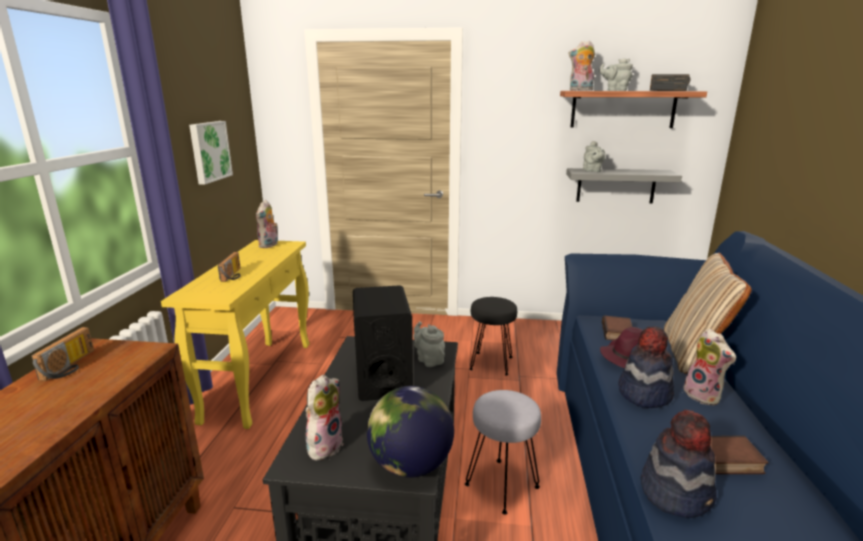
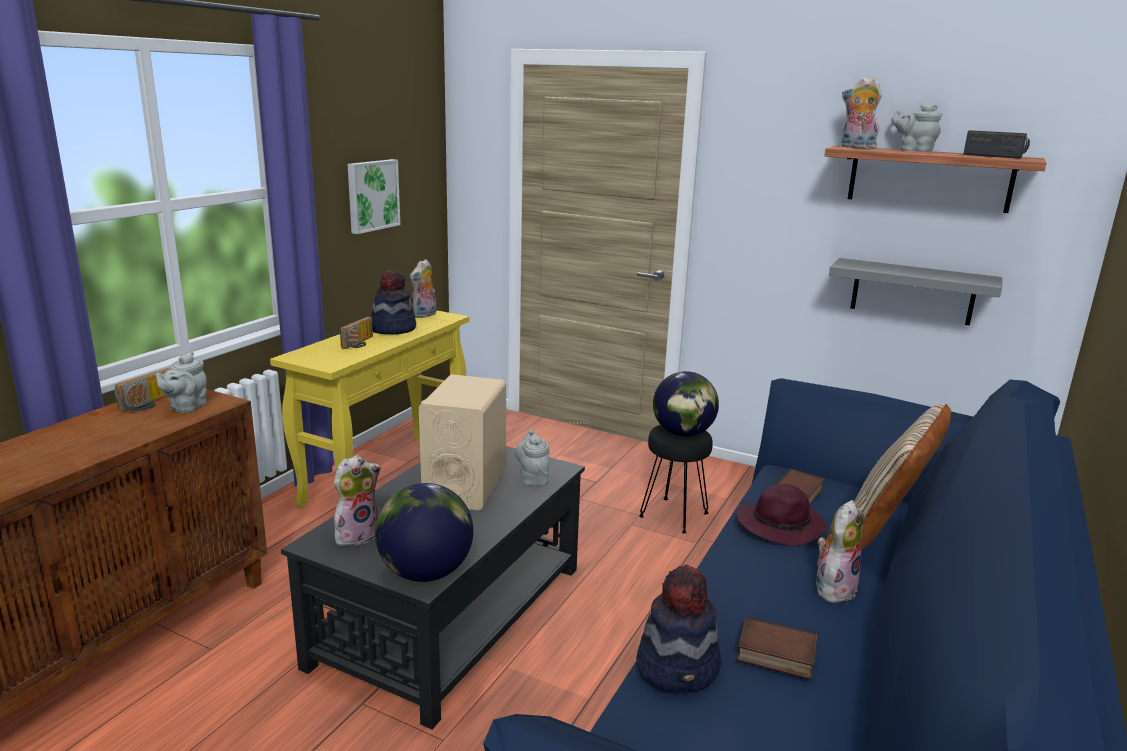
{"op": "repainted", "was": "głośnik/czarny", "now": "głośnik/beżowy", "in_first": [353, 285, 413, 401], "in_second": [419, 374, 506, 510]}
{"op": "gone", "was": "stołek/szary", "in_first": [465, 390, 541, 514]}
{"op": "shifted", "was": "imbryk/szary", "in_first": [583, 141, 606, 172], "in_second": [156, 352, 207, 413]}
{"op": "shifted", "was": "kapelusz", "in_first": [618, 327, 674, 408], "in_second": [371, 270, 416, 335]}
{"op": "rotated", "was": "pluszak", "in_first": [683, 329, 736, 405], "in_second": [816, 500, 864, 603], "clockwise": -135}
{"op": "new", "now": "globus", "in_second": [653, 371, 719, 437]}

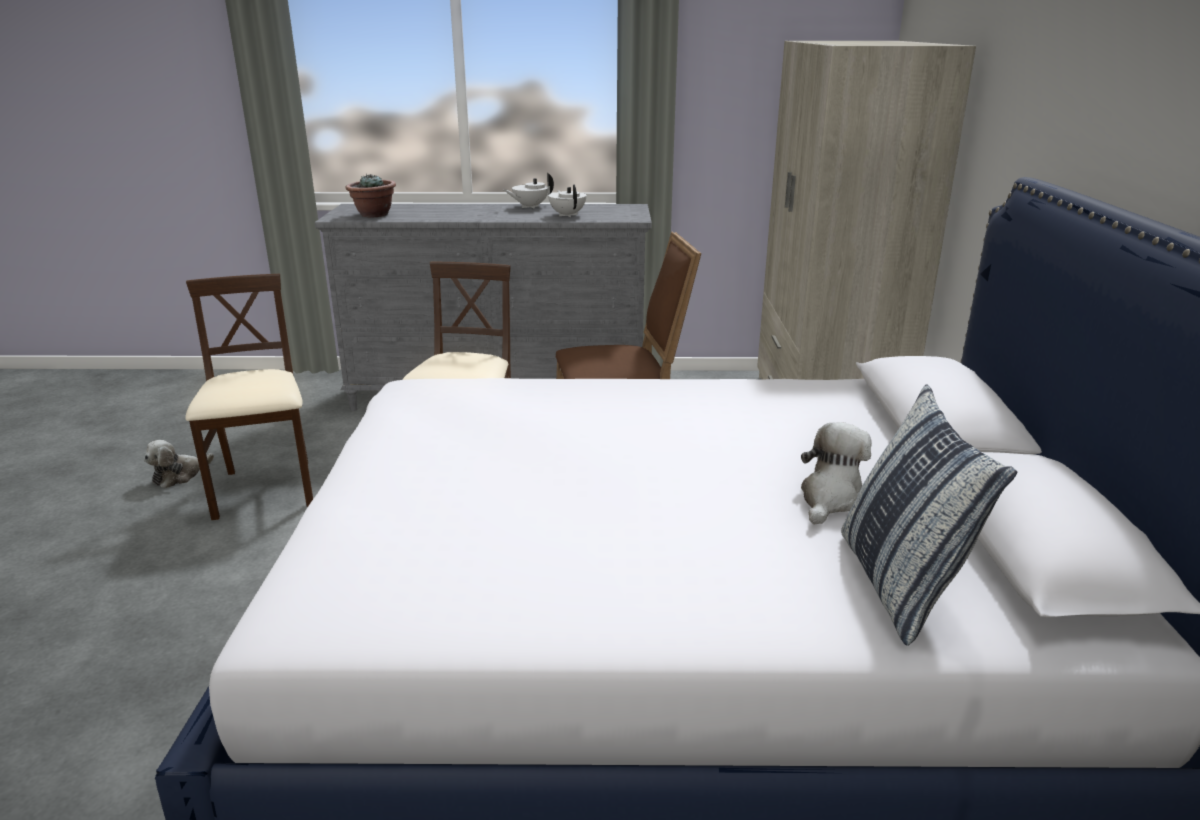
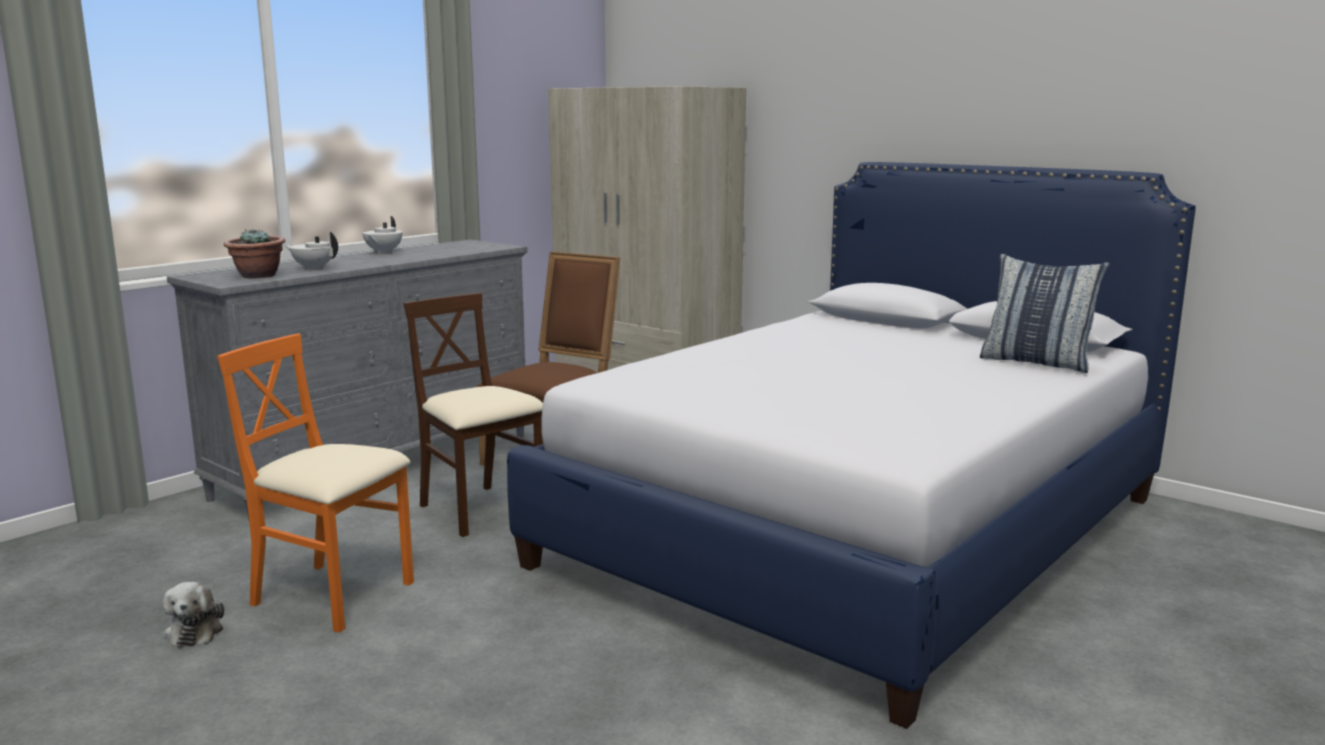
{"op": "repainted", "was": "krzesło/beżowy", "now": "krzesło/pomarańczowy", "in_first": [185, 274, 313, 520], "in_second": [217, 334, 414, 633]}
{"op": "shifted", "was": "imbryk/biały", "in_first": [548, 184, 586, 217], "in_second": [285, 232, 338, 270]}
{"op": "gone", "was": "pluszak", "in_first": [801, 422, 872, 525]}

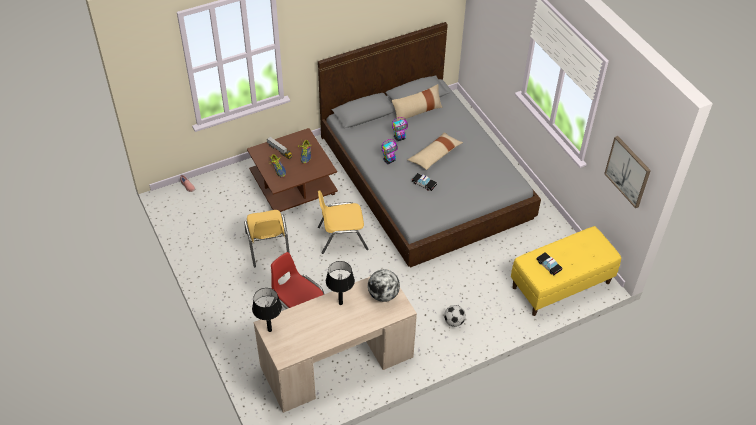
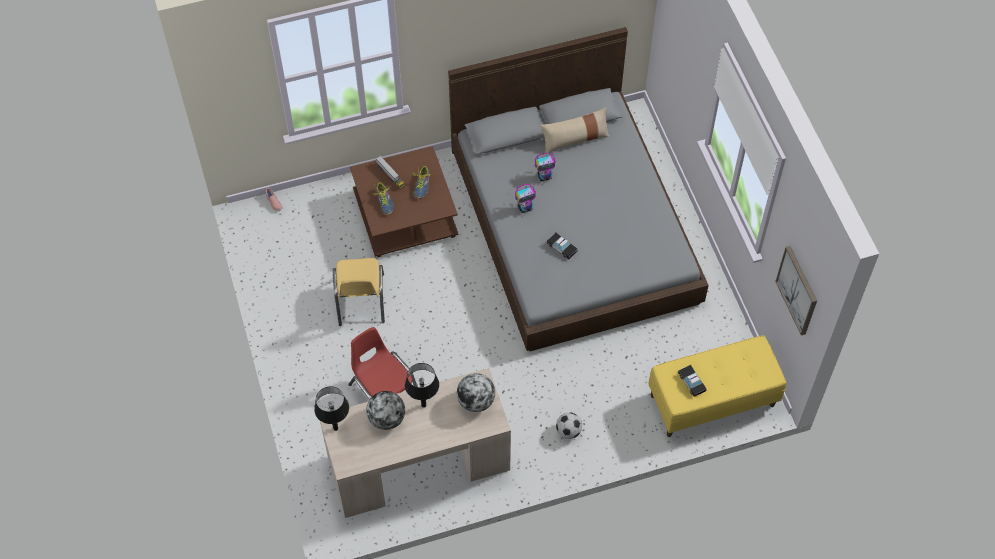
{"op": "gone", "was": "krzesło/żółty", "in_first": [318, 190, 368, 254]}
{"op": "gone", "was": "poduszka/beżowy", "in_first": [408, 132, 463, 170]}
{"op": "new", "now": "globus", "in_second": [366, 391, 405, 430]}

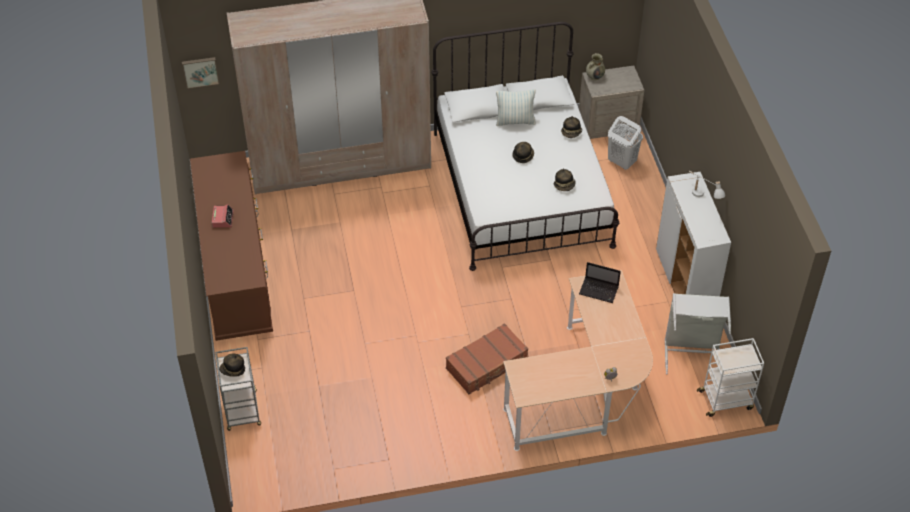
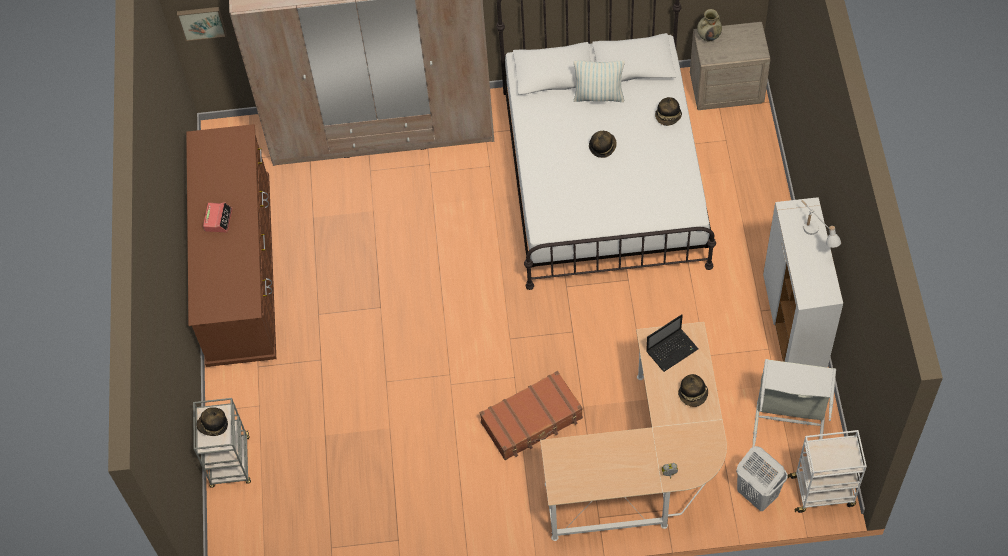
{"op": "shifted", "was": "kapelusz", "in_first": [554, 169, 576, 191], "in_second": [678, 374, 708, 407]}
{"op": "rotated", "was": "laptop", "in_first": [579, 262, 621, 303], "in_second": [646, 314, 698, 372], "clockwise": -60}
{"op": "shifted", "was": "kosz na pranie/biały", "in_first": [608, 116, 643, 170], "in_second": [736, 446, 787, 511]}

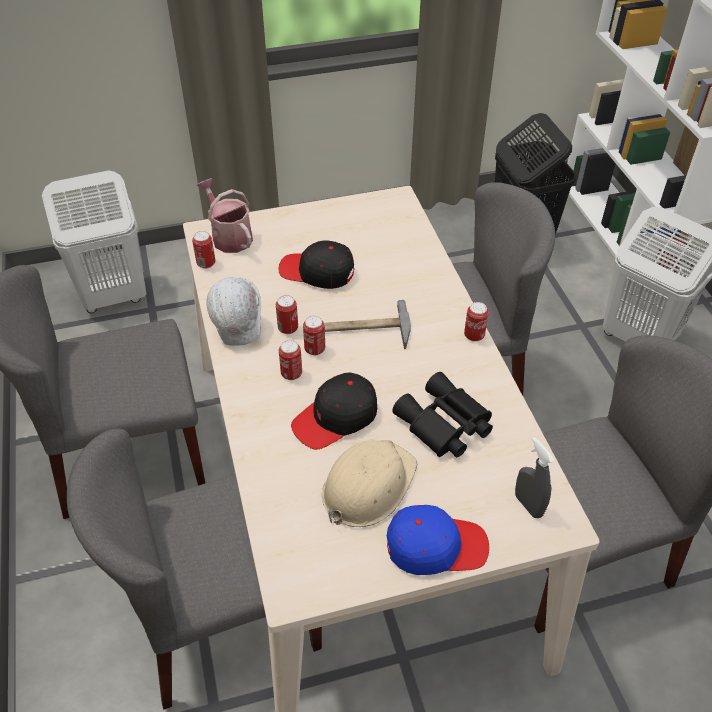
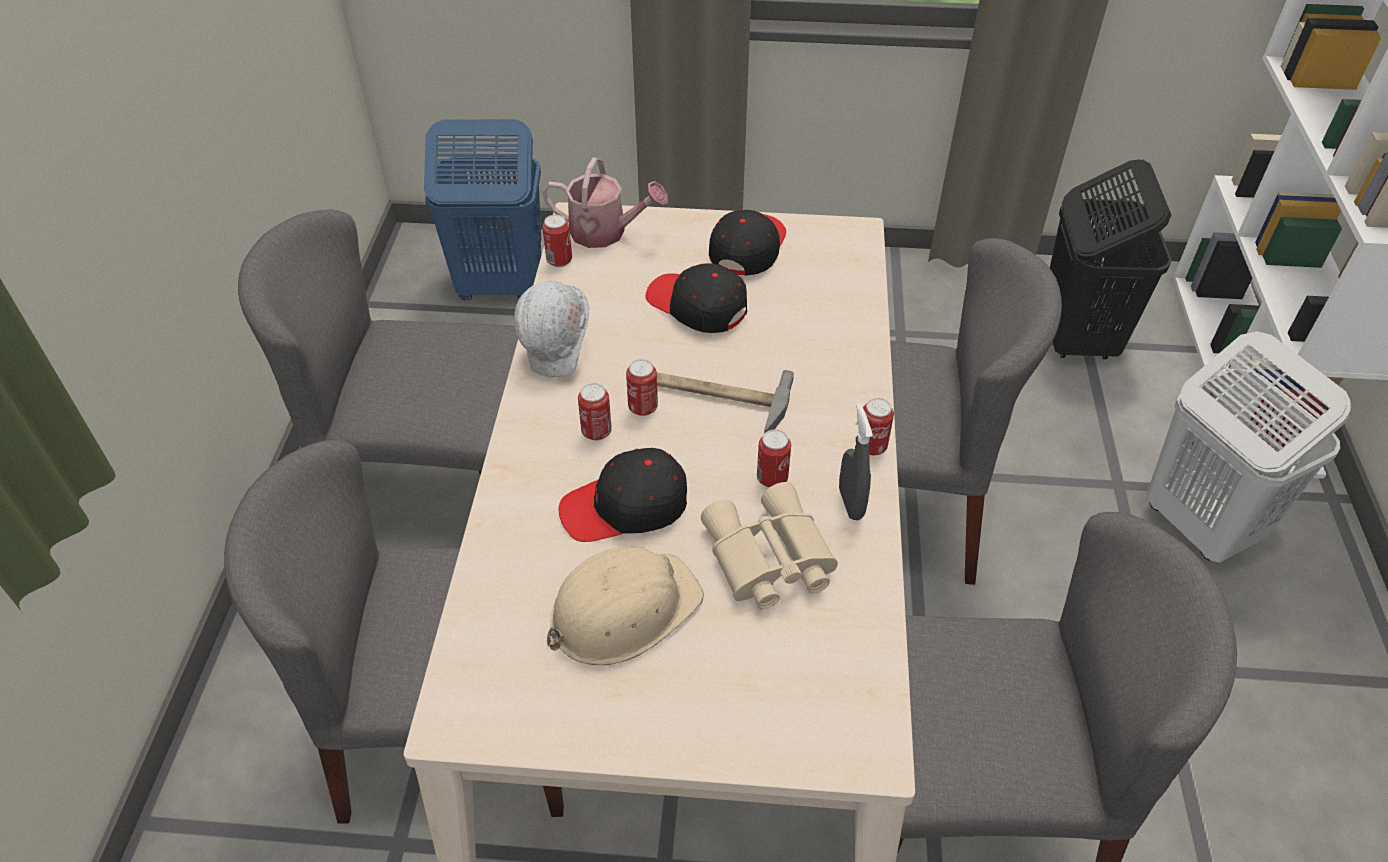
{"op": "repainted", "was": "kosz na pranie/biały", "now": "kosz na pranie/niebieski", "in_first": [42, 170, 146, 313], "in_second": [424, 119, 541, 300]}
{"op": "rotated", "was": "konewka", "in_first": [197, 178, 253, 253], "in_second": [542, 157, 668, 248], "clockwise": 120}
{"op": "shifted", "was": "puszka", "in_first": [276, 295, 298, 334], "in_second": [757, 430, 791, 488]}
{"op": "gone", "was": "czapka z daszkiem/niebieski", "in_first": [387, 505, 489, 575]}
{"op": "repainted", "was": "lornetka/czarny", "now": "lornetka/beżowy", "in_first": [392, 372, 493, 457], "in_second": [701, 482, 838, 609]}
{"op": "shifted", "was": "spryskiwacz/szary", "in_first": [515, 437, 555, 518], "in_second": [839, 403, 873, 520]}
{"op": "new", "now": "czapka z daszkiem/czarny", "in_second": [709, 210, 786, 276]}

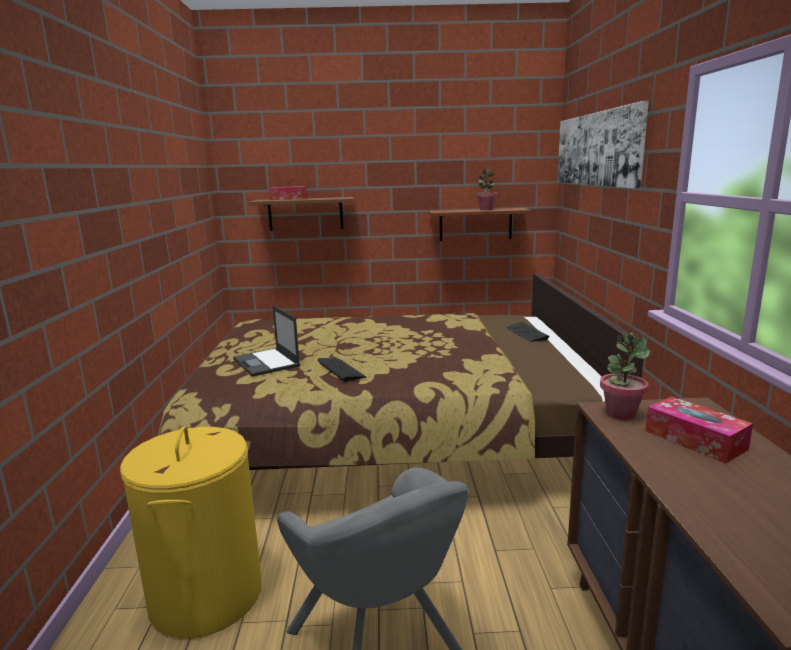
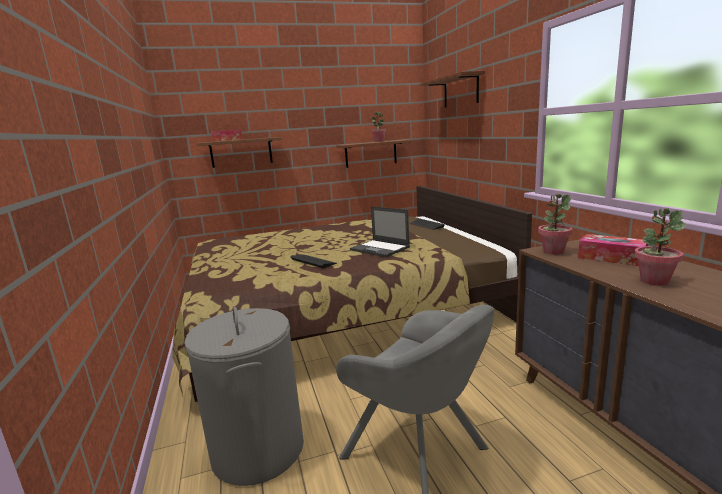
{"op": "repainted", "was": "kosz na pranie/żółty", "now": "kosz na pranie/szary", "in_first": [120, 426, 262, 638], "in_second": [184, 307, 304, 486]}
{"op": "shifted", "was": "laptop", "in_first": [233, 305, 300, 377], "in_second": [350, 206, 410, 257]}
{"op": "swapped", "was": "obraz", "now": "półka/brązowy", "in_first": [557, 101, 649, 189], "in_second": [420, 71, 485, 108]}
{"op": "new", "now": "roślina doniczkowa", "in_second": [634, 208, 686, 286]}

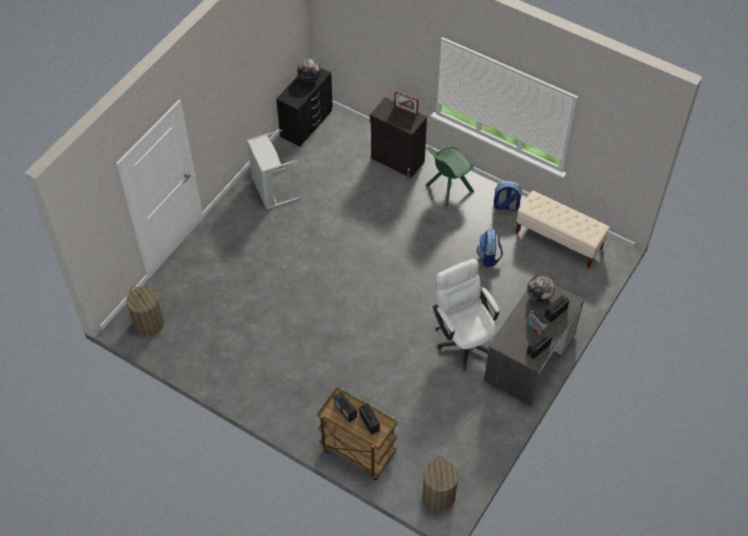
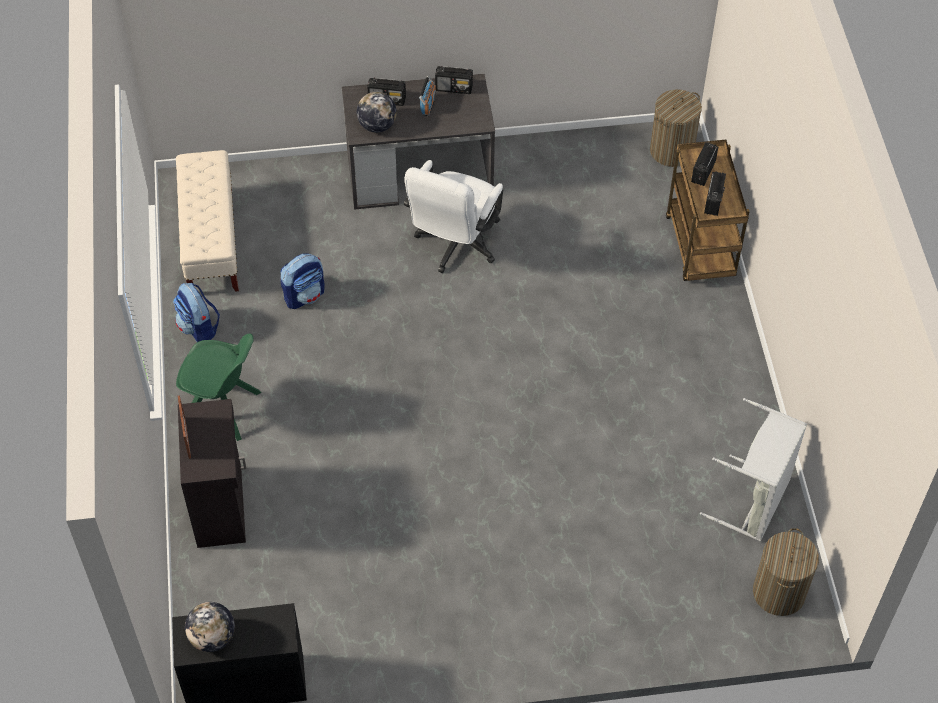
{"op": "shifted", "was": "kosz na pranie/szary", "in_first": [247, 130, 300, 210], "in_second": [700, 398, 807, 542]}

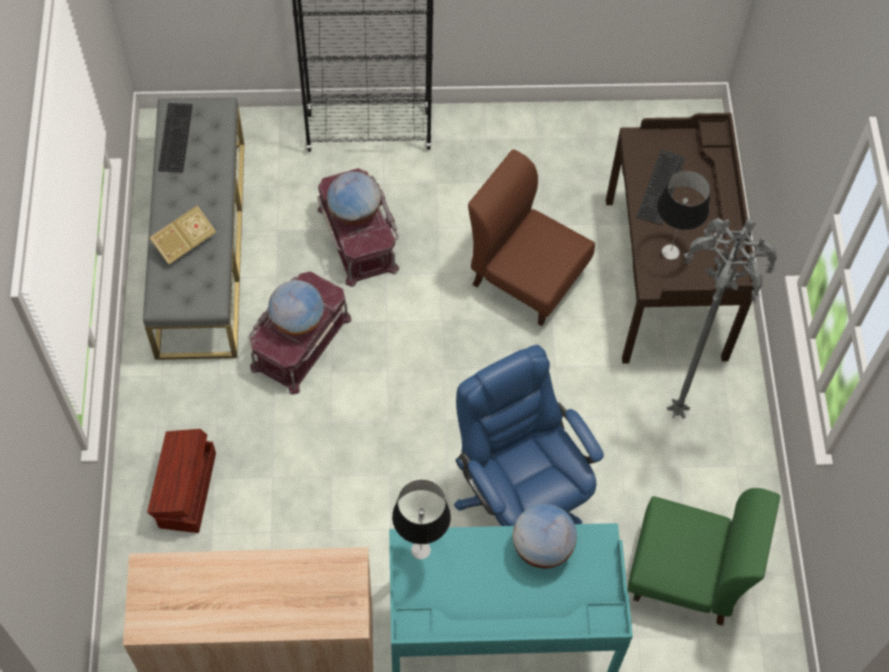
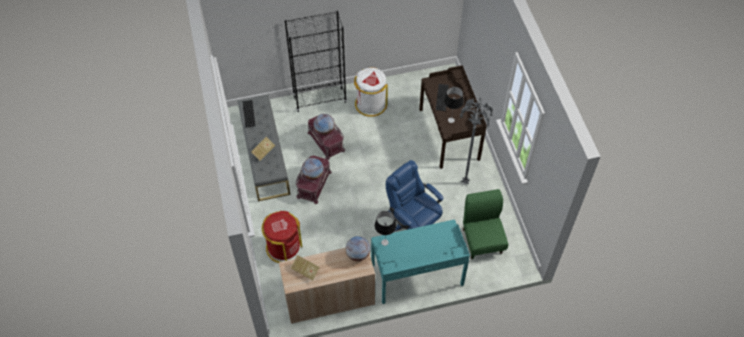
{"op": "swapped", "was": "pojemnik do przechowywania/brązowy", "now": "kosz na śmieci/czerwony", "in_first": [147, 429, 216, 533], "in_second": [262, 211, 302, 263]}
{"op": "gone", "was": "krzesło/brązowy", "in_first": [468, 149, 595, 326]}
{"op": "shifted", "was": "globus", "in_first": [513, 504, 577, 568], "in_second": [345, 236, 370, 261]}
{"op": "rotated", "was": "krzesło/zielony", "in_first": [627, 488, 780, 626], "in_second": [463, 189, 508, 259], "clockwise": -105}
{"op": "new", "now": "książka", "in_second": [291, 255, 320, 280]}
{"op": "new", "now": "kosz na śmieci/biały", "in_second": [354, 67, 388, 117]}

